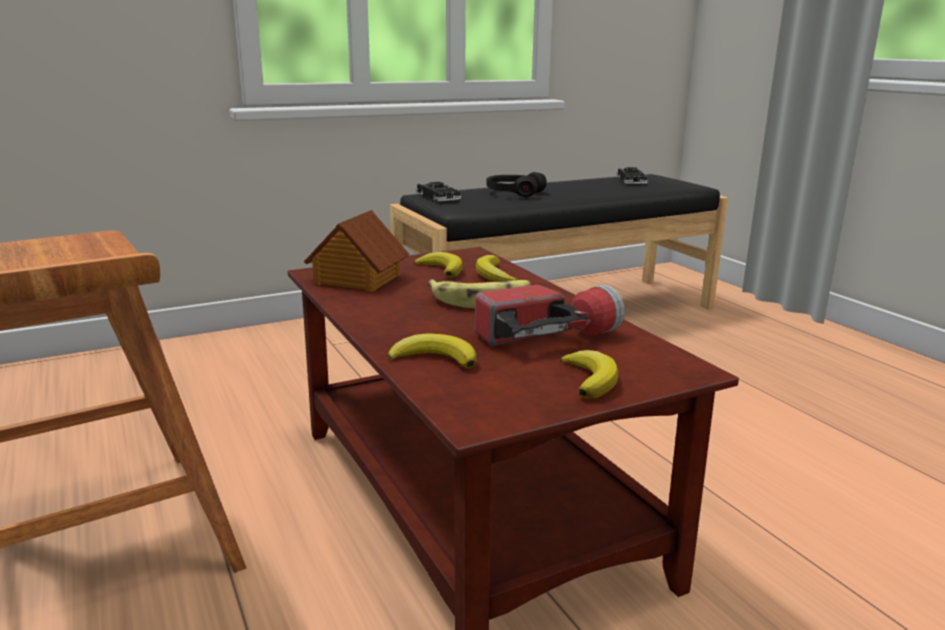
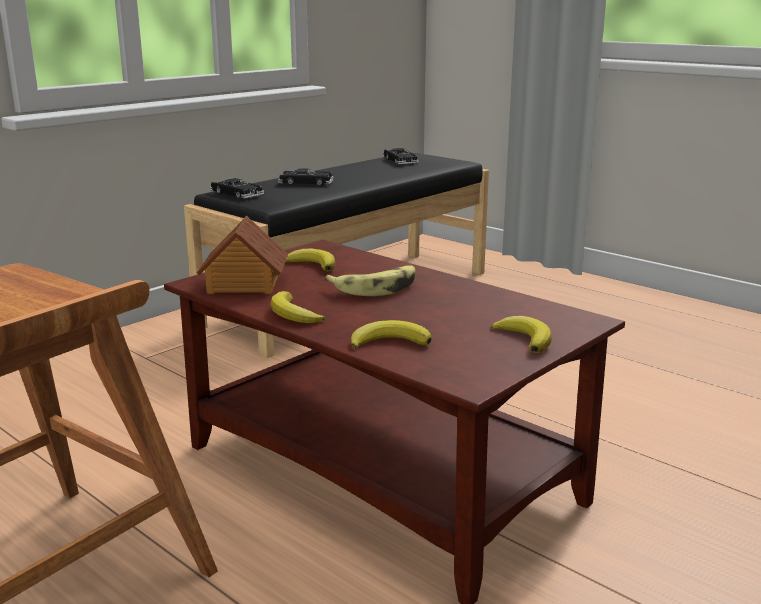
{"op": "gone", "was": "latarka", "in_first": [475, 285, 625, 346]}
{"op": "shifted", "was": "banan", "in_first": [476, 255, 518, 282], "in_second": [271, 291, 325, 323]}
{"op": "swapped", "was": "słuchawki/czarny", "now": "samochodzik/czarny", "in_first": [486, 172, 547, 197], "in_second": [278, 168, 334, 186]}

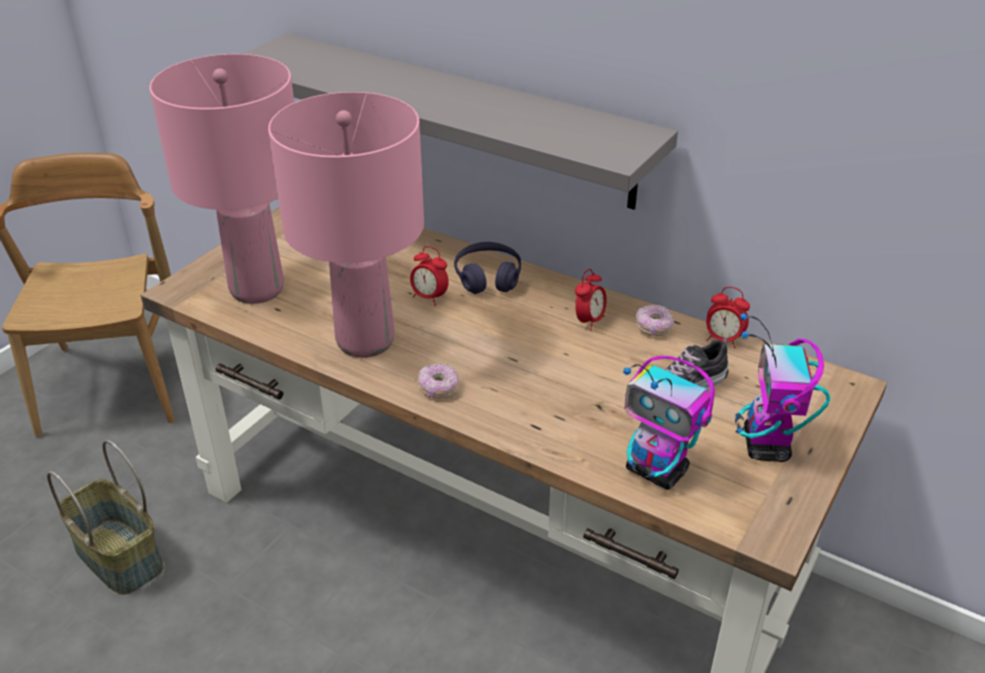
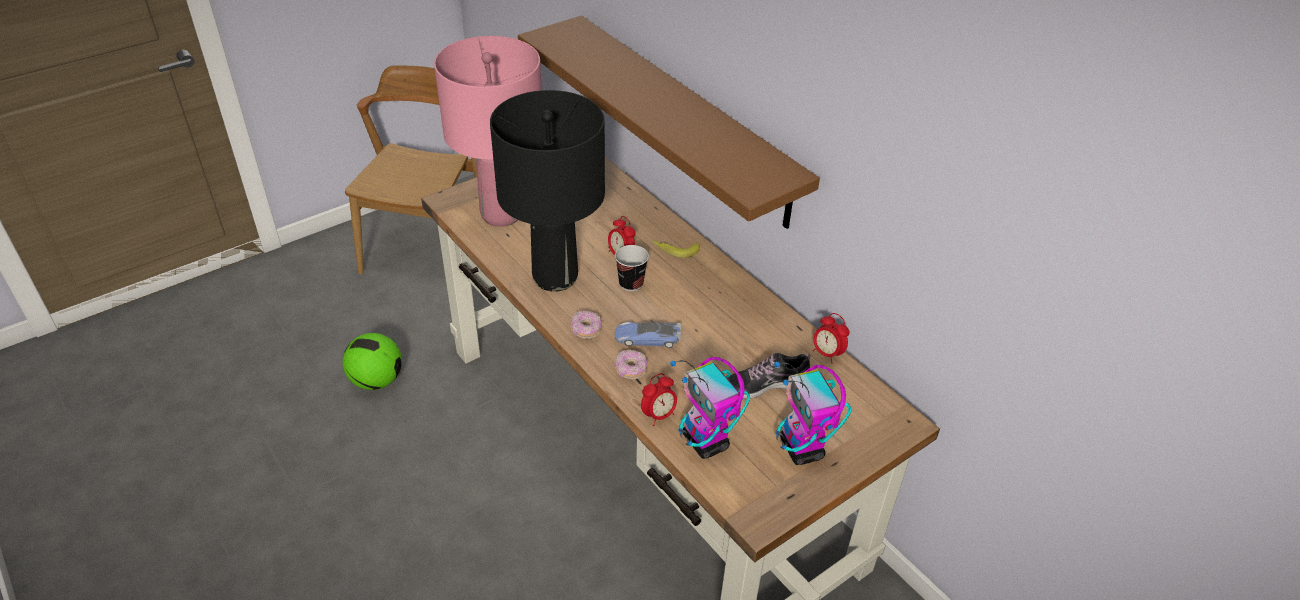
{"op": "swapped", "was": "koszyk", "now": "piłka futbolowa", "in_first": [47, 440, 163, 595], "in_second": [343, 333, 402, 390]}
{"op": "repainted", "was": "półka/szary", "now": "półka/brązowy", "in_first": [243, 33, 678, 210], "in_second": [518, 16, 820, 229]}
{"op": "repainted", "was": "lampa stołowa/różowy", "now": "lampa stołowa/czarny", "in_first": [268, 92, 424, 358], "in_second": [490, 90, 605, 292]}
{"op": "swapped", "was": "słuchawki/fioletowy", "now": "banan", "in_first": [454, 242, 521, 294], "in_second": [652, 240, 700, 258]}
{"op": "shifted", "was": "budzik", "in_first": [575, 269, 607, 331], "in_second": [641, 373, 677, 426]}
{"op": "shifted", "was": "donut", "in_first": [636, 305, 674, 336], "in_second": [615, 350, 648, 379]}
{"op": "rotated", "was": "robot zabawkowy", "in_first": [735, 313, 831, 462], "in_second": [774, 362, 851, 465], "clockwise": -45}
{"op": "new", "now": "filiżanka", "in_second": [615, 245, 649, 291]}
{"op": "new", "now": "samochodzik", "in_second": [615, 322, 681, 348]}

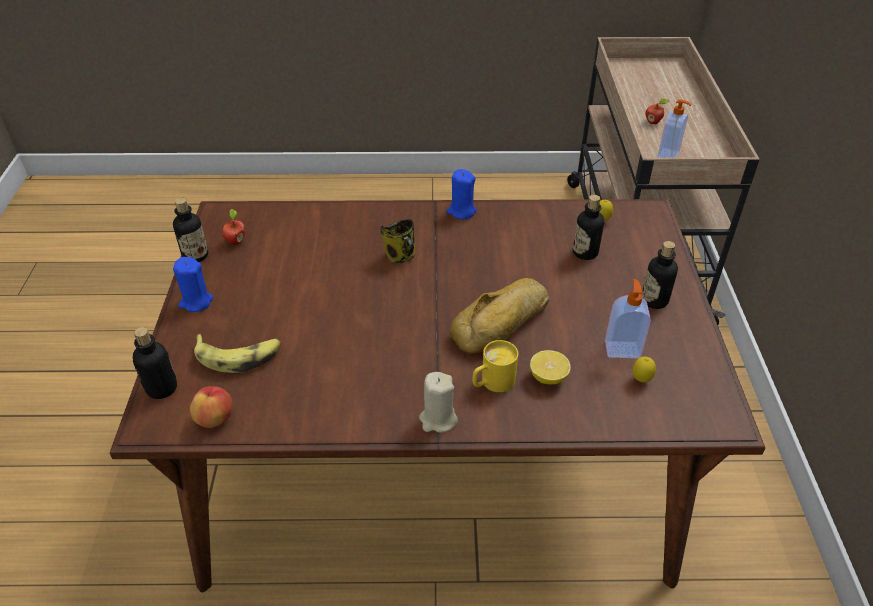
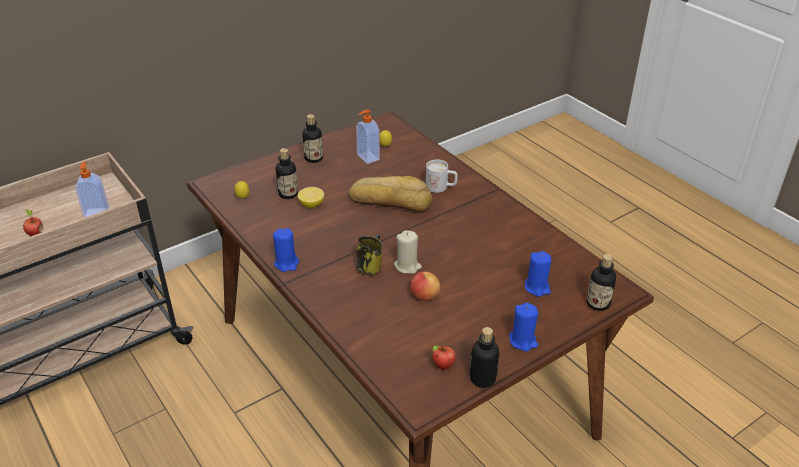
{"op": "shifted", "was": "jabłko", "in_first": [190, 386, 232, 428], "in_second": [411, 272, 440, 301]}
{"op": "swapped", "was": "banan", "now": "świeca/niebieski", "in_first": [194, 334, 281, 373], "in_second": [525, 251, 551, 297]}
{"op": "shifted", "was": "świeca/beżowy", "in_first": [419, 372, 458, 433], "in_second": [394, 230, 422, 274]}
{"op": "repainted", "was": "kubek/żółty", "now": "kubek/biały", "in_first": [472, 340, 518, 392], "in_second": [426, 159, 458, 193]}
{"op": "shifted", "was": "cytryna", "in_first": [530, 350, 571, 385], "in_second": [298, 187, 324, 208]}

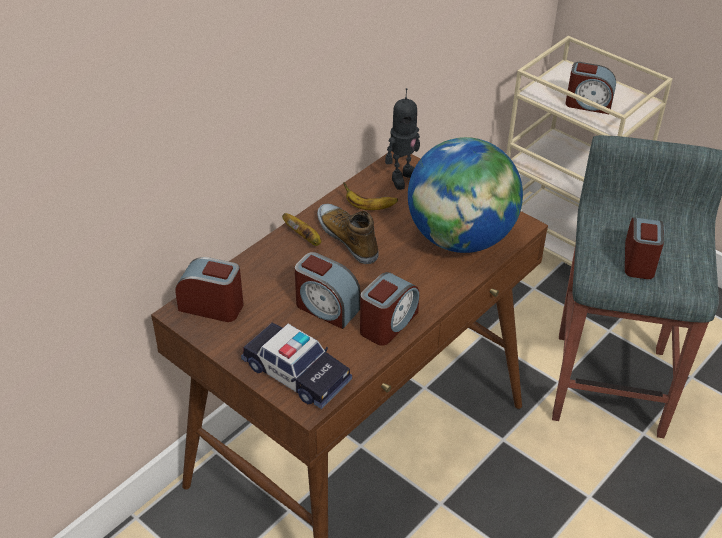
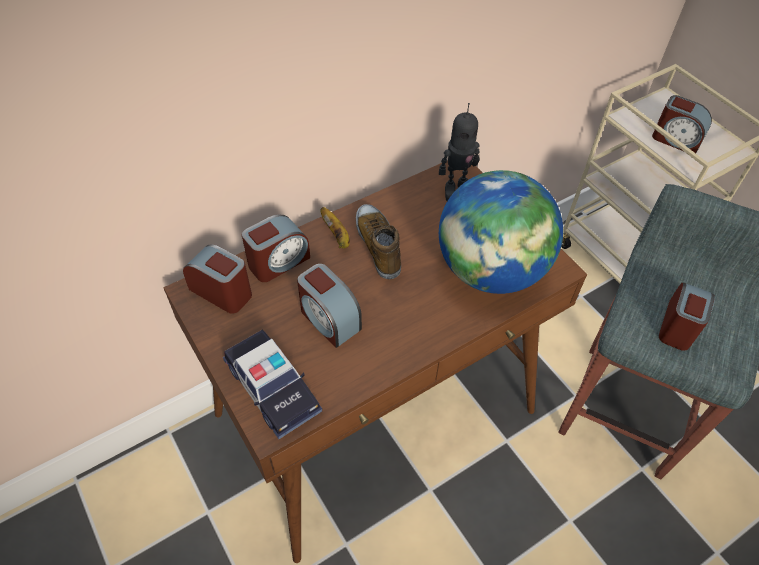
{"op": "gone", "was": "banan", "in_first": [343, 182, 398, 210]}
{"op": "shifted", "was": "budzik", "in_first": [360, 272, 419, 346], "in_second": [242, 214, 310, 282]}

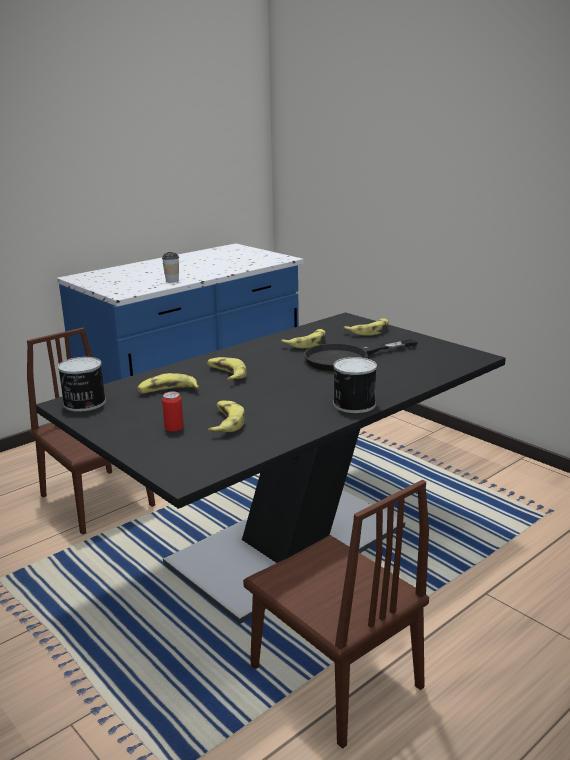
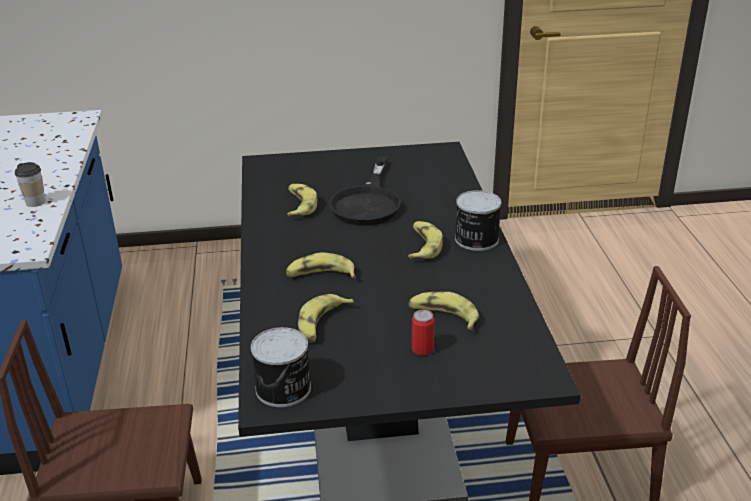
{"op": "shifted", "was": "banan", "in_first": [343, 318, 388, 336], "in_second": [408, 221, 443, 259]}

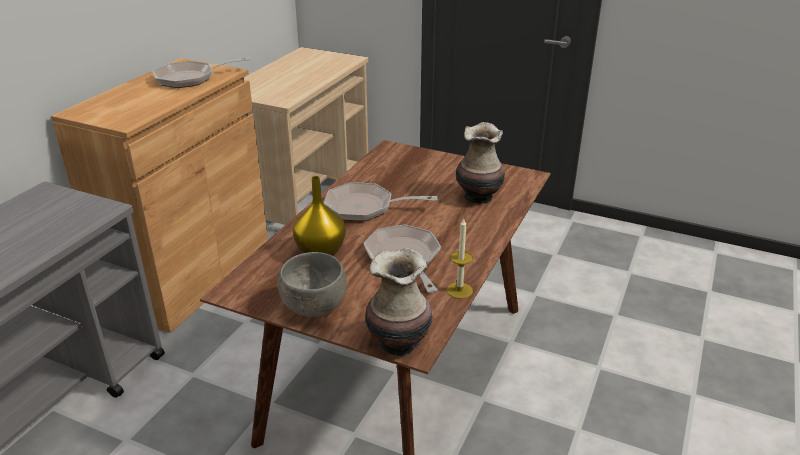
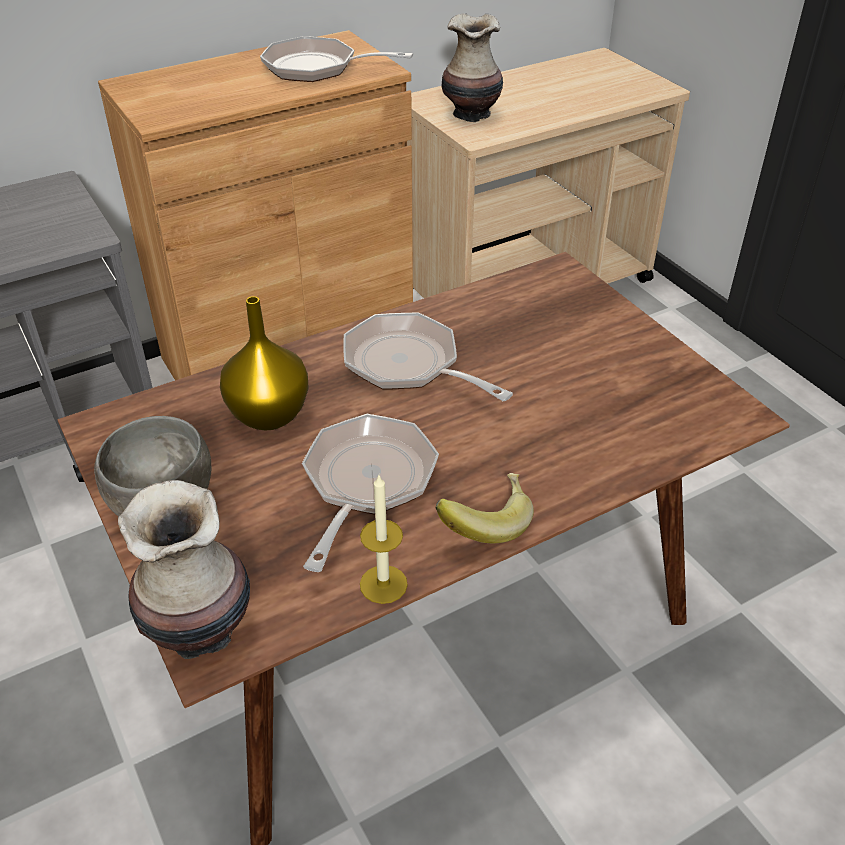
{"op": "shifted", "was": "wazon", "in_first": [456, 122, 505, 204], "in_second": [441, 13, 503, 122]}
{"op": "new", "now": "banan", "in_second": [436, 473, 534, 543]}

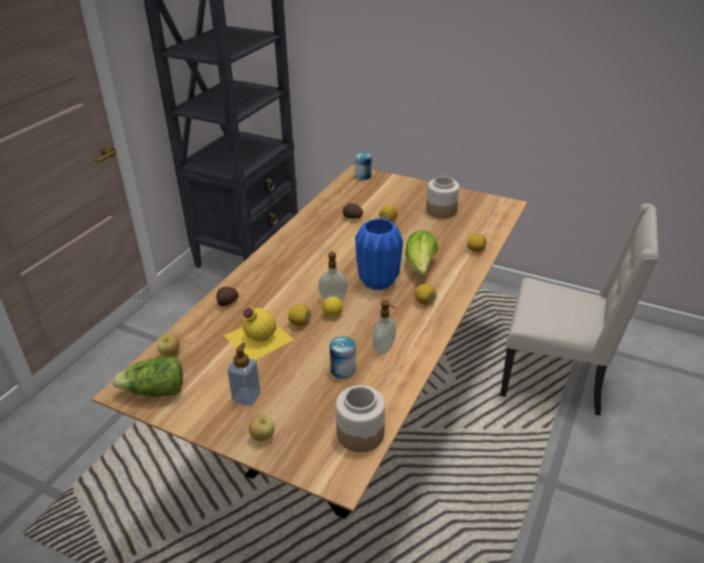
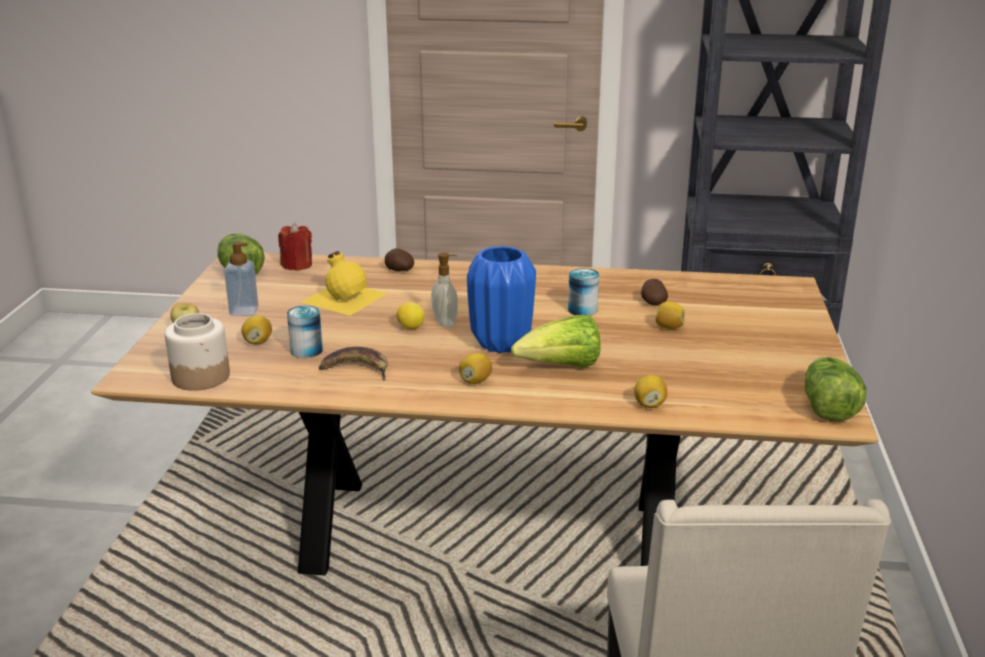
{"op": "swapped", "was": "jabłko", "now": "świeca/czerwony", "in_first": [157, 334, 180, 357], "in_second": [278, 223, 312, 271]}
{"op": "shifted", "was": "cytryna", "in_first": [288, 305, 311, 326], "in_second": [241, 315, 272, 345]}
{"op": "shifted", "was": "puszka", "in_first": [355, 152, 372, 180], "in_second": [568, 268, 599, 316]}
{"op": "swapped", "was": "dozownik mydła", "now": "banan", "in_first": [373, 300, 396, 355], "in_second": [319, 347, 388, 380]}
{"op": "gone", "was": "słoik", "in_first": [426, 176, 459, 218]}
{"op": "new", "now": "sałata", "in_second": [805, 356, 867, 421]}

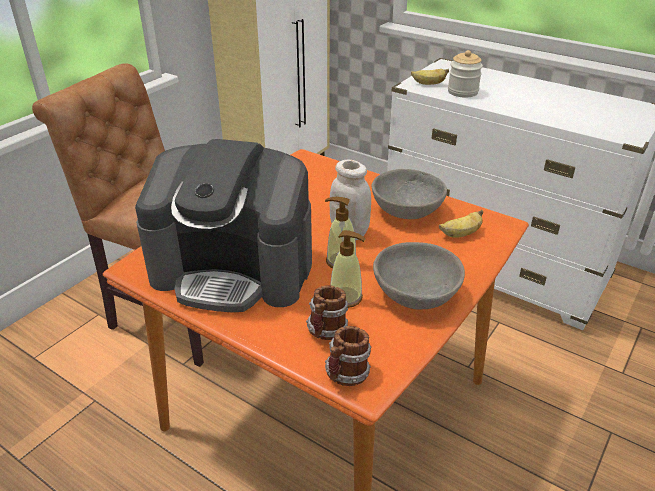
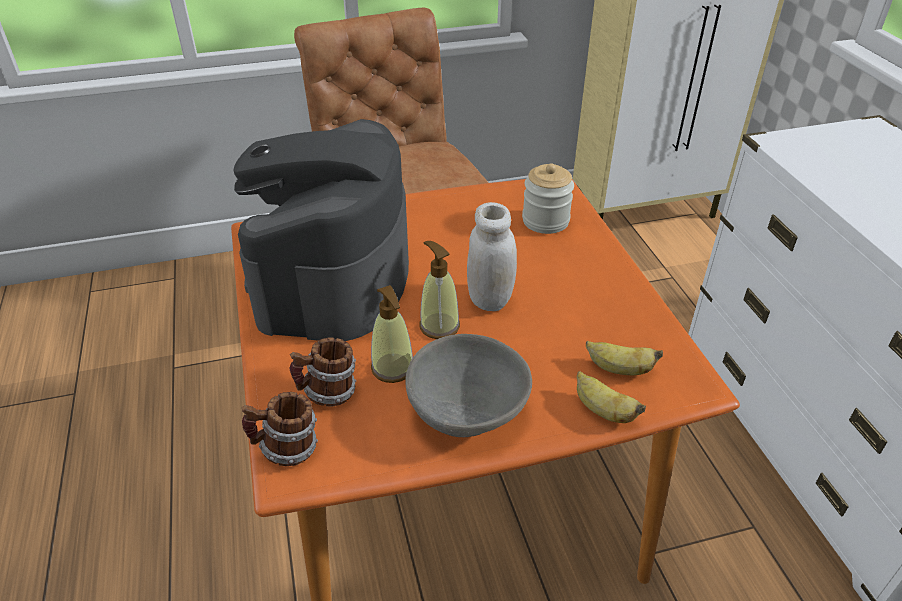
{"op": "rotated", "was": "ekspres do kawy", "in_first": [135, 139, 312, 312], "in_second": [234, 119, 409, 341], "clockwise": 45}
{"op": "gone", "was": "miska/szary", "in_first": [372, 169, 447, 219]}
{"op": "shifted", "was": "banan", "in_first": [411, 68, 449, 85], "in_second": [577, 371, 646, 423]}
{"op": "shifted", "was": "słoik", "in_first": [448, 50, 483, 97], "in_second": [522, 164, 574, 234]}

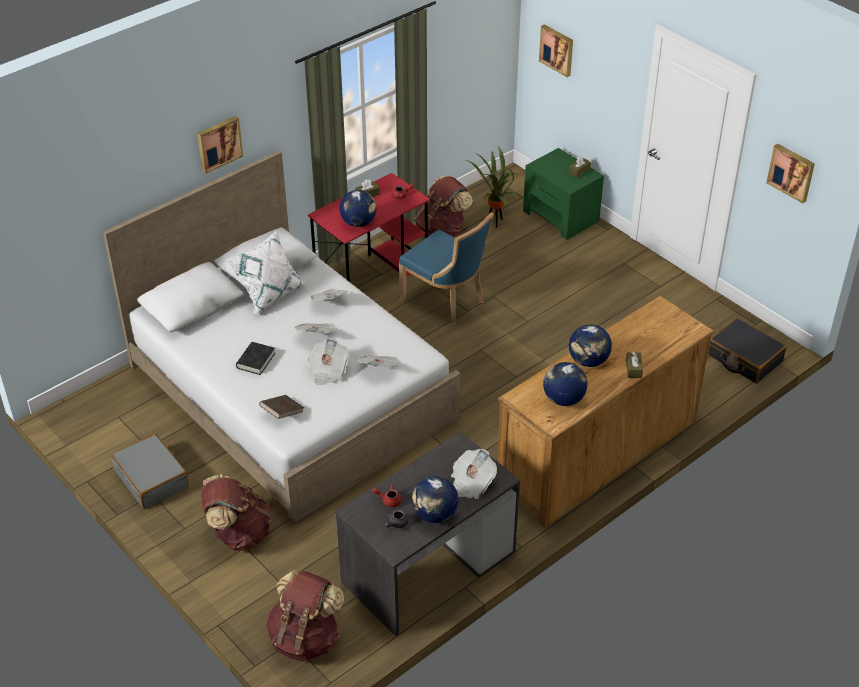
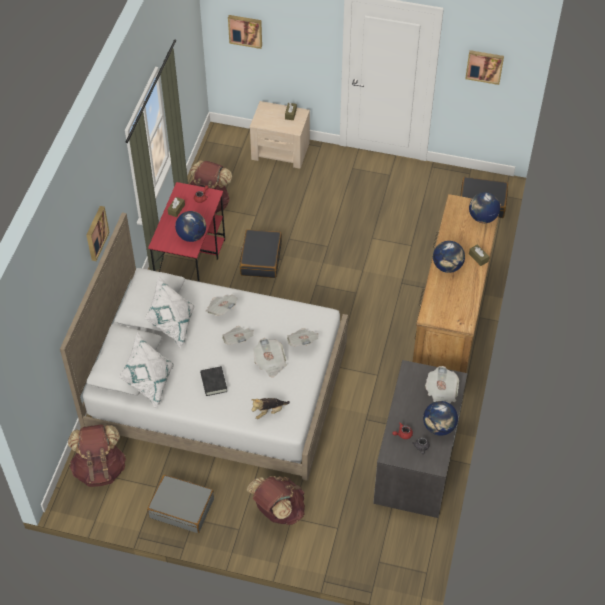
{"op": "swapped", "was": "książka/brązowy", "now": "pluszak", "in_first": [259, 395, 304, 419], "in_second": [251, 398, 290, 419]}
{"op": "shifted", "was": "plecak/brązowy", "in_first": [266, 570, 344, 662], "in_second": [68, 425, 126, 487]}
{"op": "swapped", "was": "krzesło/niebieski", "now": "walizka/czarny", "in_first": [399, 212, 494, 325], "in_second": [240, 229, 282, 278]}
{"op": "gone", "was": "roślina doniczkowa", "in_first": [466, 146, 518, 228]}
{"op": "repainted", "was": "szafka nocna/zielony", "now": "szafka nocna/beżowy", "in_first": [523, 148, 604, 240], "in_second": [250, 101, 310, 169]}
{"op": "shifted", "was": "globus", "in_first": [543, 362, 587, 406], "in_second": [469, 192, 500, 223]}
{"op": "new", "now": "poduszka/biały", "in_second": [118, 332, 174, 408]}

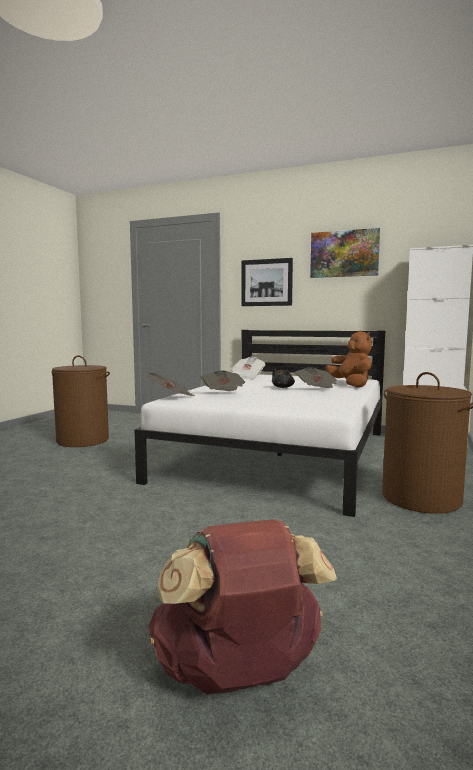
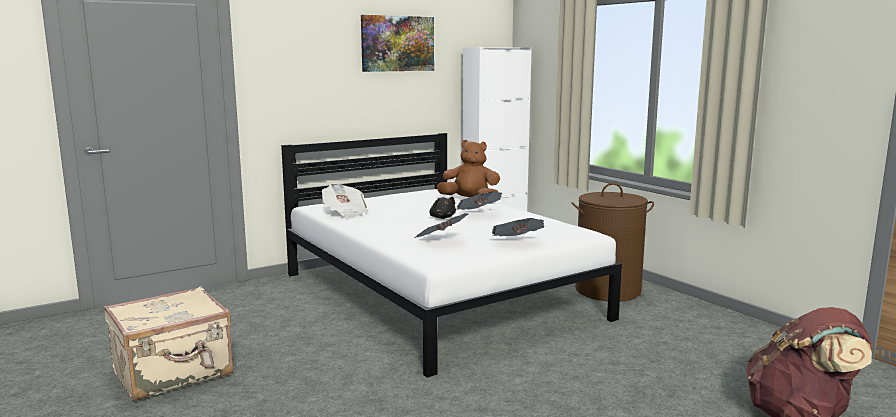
{"op": "swapped", "was": "kosz na pranie/brązowy", "now": "walizka/beżowy", "in_first": [51, 355, 110, 447], "in_second": [104, 286, 233, 401]}
{"op": "shifted", "was": "gazeta", "in_first": [146, 373, 195, 396], "in_second": [492, 218, 544, 236]}
{"op": "gone", "was": "obraz", "in_first": [241, 258, 293, 306]}

